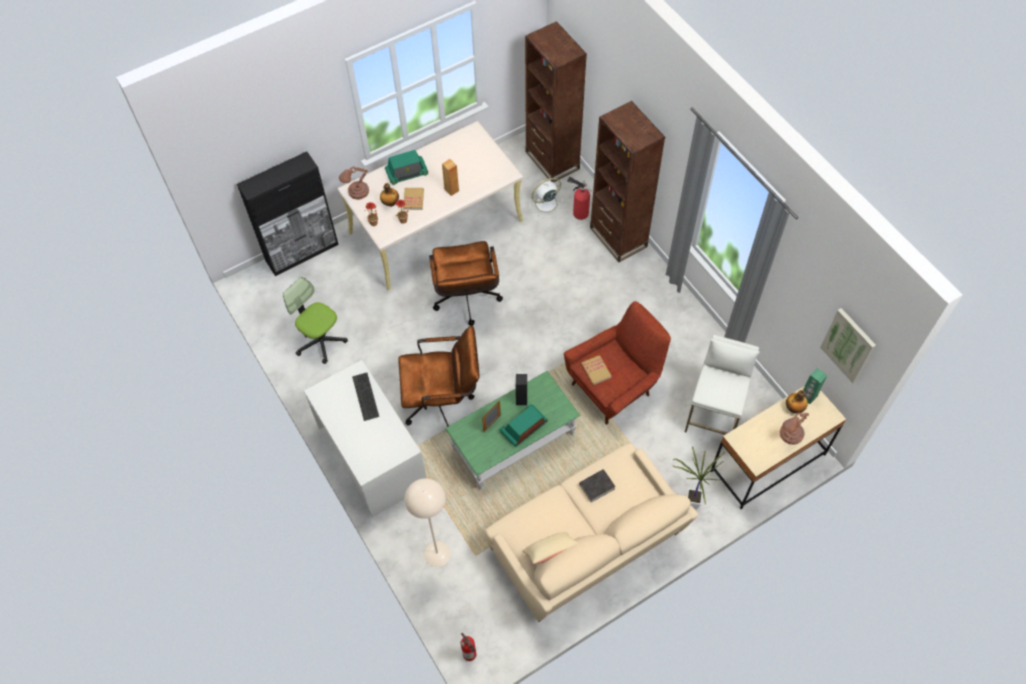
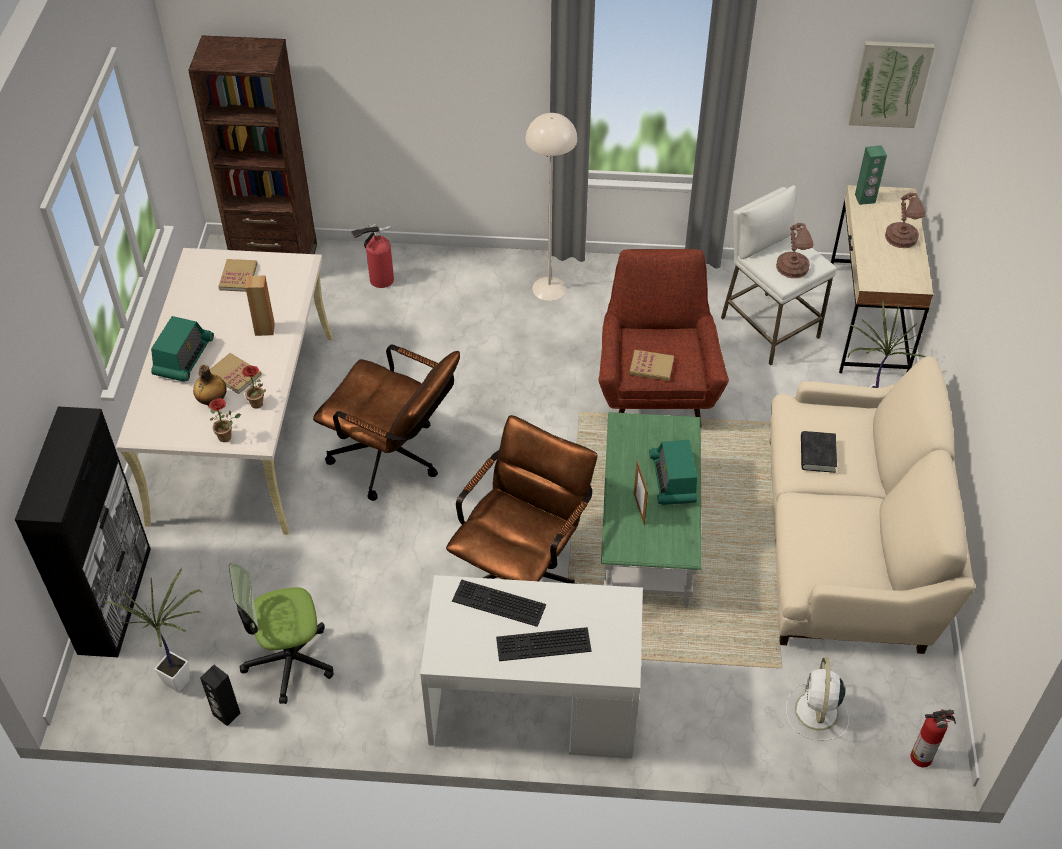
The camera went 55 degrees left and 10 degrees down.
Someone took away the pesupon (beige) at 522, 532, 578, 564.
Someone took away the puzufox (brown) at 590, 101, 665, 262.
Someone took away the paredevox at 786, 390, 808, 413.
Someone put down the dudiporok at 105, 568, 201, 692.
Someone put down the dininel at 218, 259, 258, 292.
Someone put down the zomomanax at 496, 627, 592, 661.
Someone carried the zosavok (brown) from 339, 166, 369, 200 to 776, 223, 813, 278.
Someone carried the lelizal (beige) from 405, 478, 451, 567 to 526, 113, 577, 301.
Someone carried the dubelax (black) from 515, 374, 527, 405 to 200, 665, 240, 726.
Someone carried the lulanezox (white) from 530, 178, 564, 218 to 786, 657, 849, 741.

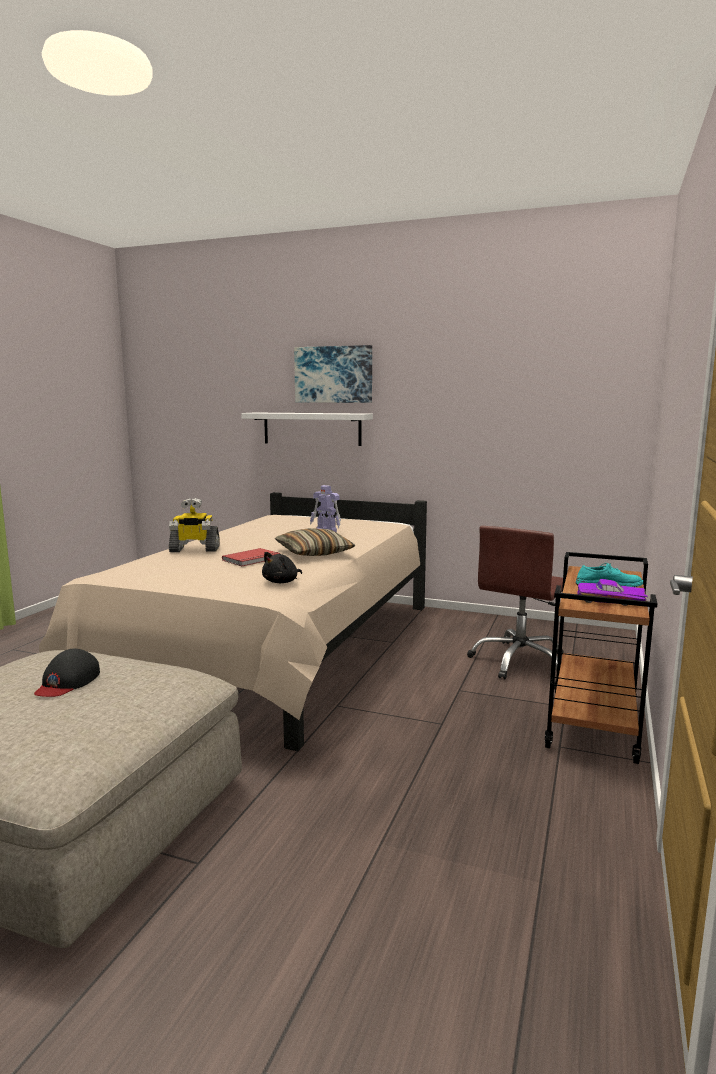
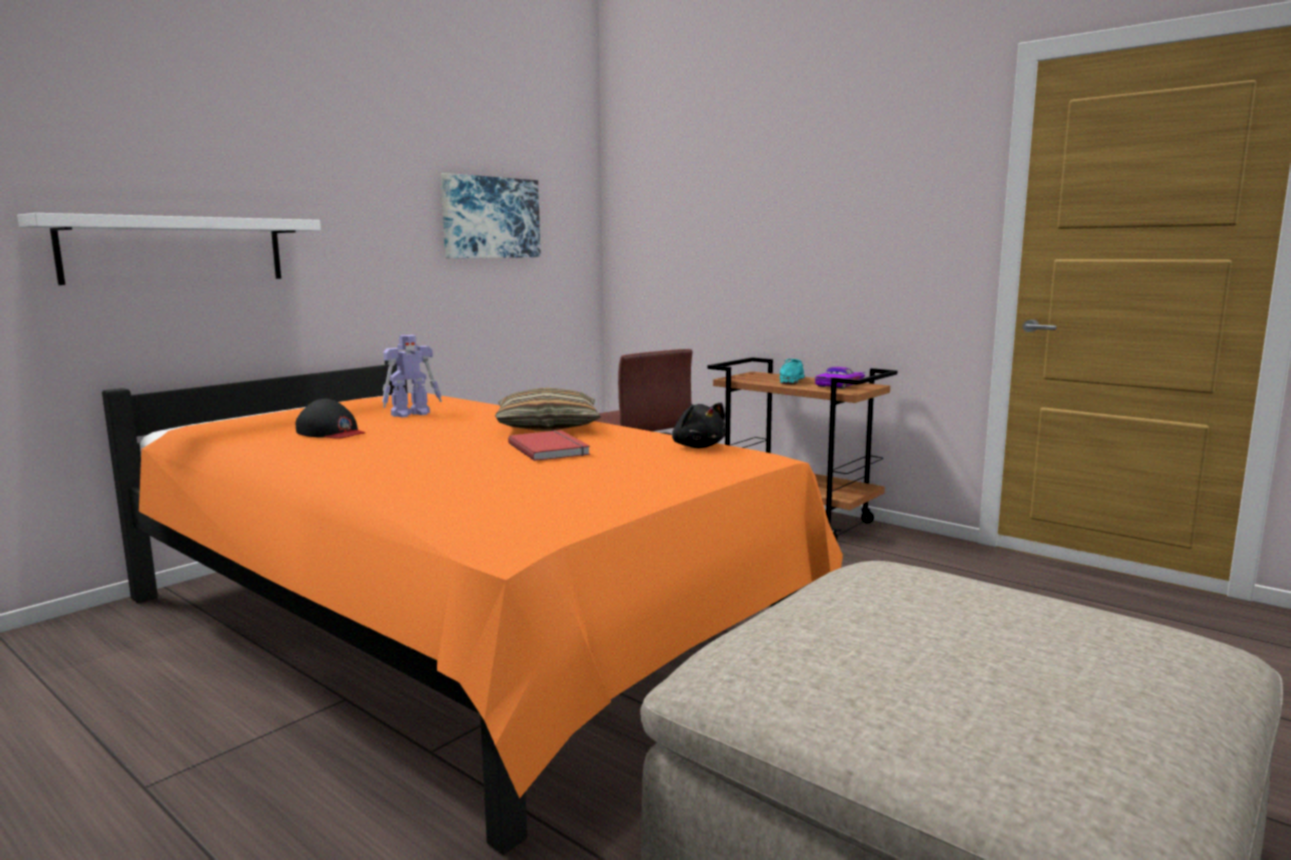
The camera went 70 degrees left and 0 degrees up.
Someone took away the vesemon at 169, 498, 220, 552.
Someone carried the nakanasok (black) from 34, 649, 100, 697 to 296, 399, 365, 439.
Someone carried the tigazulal from 294, 345, 372, 403 to 441, 173, 541, 258.
Someone repainted the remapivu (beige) at 39, 492, 427, 751, which became the remapivu (orange) at 102, 360, 843, 855.

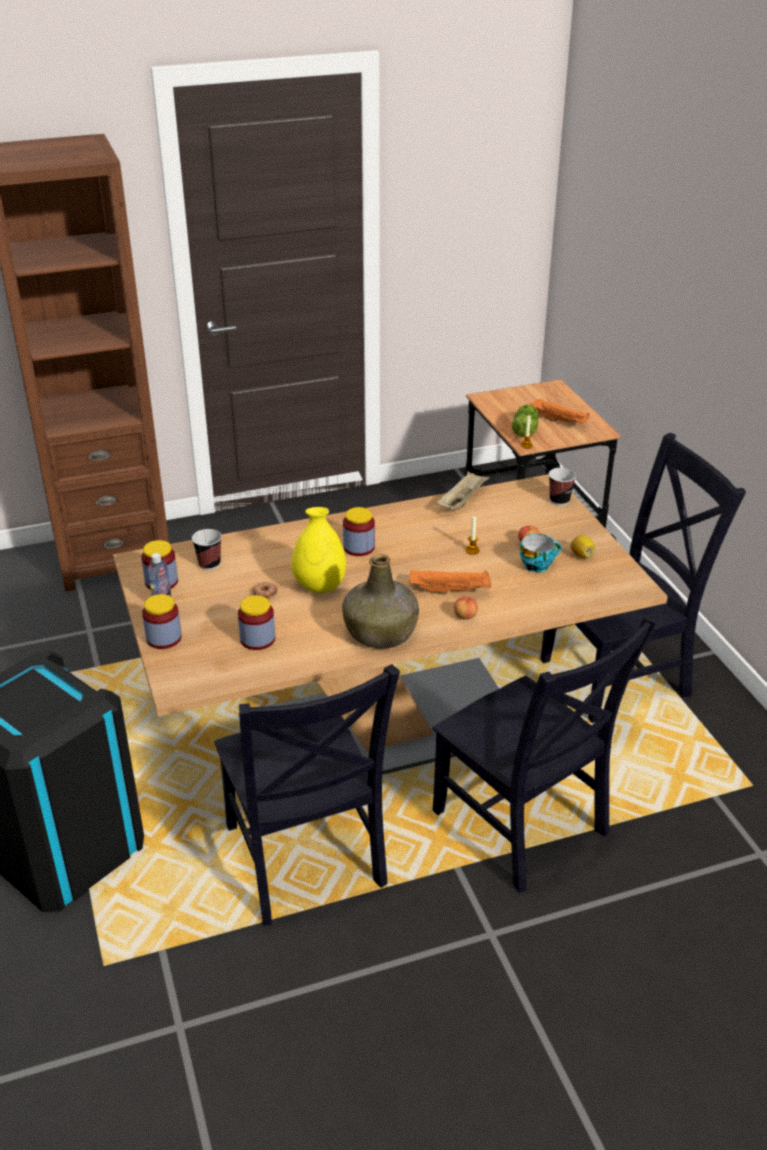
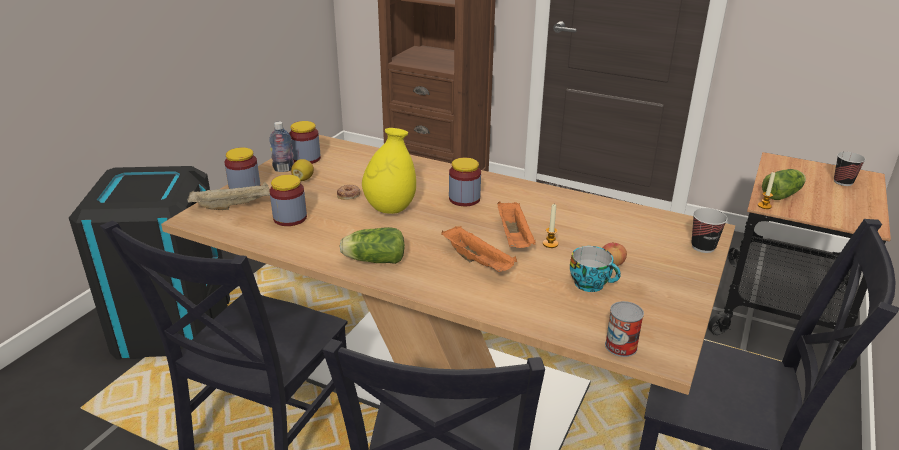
The camera went 45 degrees right and 5 degrees down.
Someone took away the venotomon at 454, 597, 478, 620.
Someone put down the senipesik at 605, 301, 644, 357.
Someone carried the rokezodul from 192, 529, 222, 570 to 834, 152, 866, 186.
Someone carried the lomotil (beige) from 436, 471, 490, 510 to 187, 182, 270, 210.
Someone carried the lomotil (orange) from 530, 399, 590, 423 to 497, 201, 536, 248.
Someone carried the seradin from 570, 535, 595, 558 to 291, 159, 314, 181.
Someone swapped the paredevox (green) at 342, 554, 419, 649 for the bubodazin at 340, 227, 405, 264.

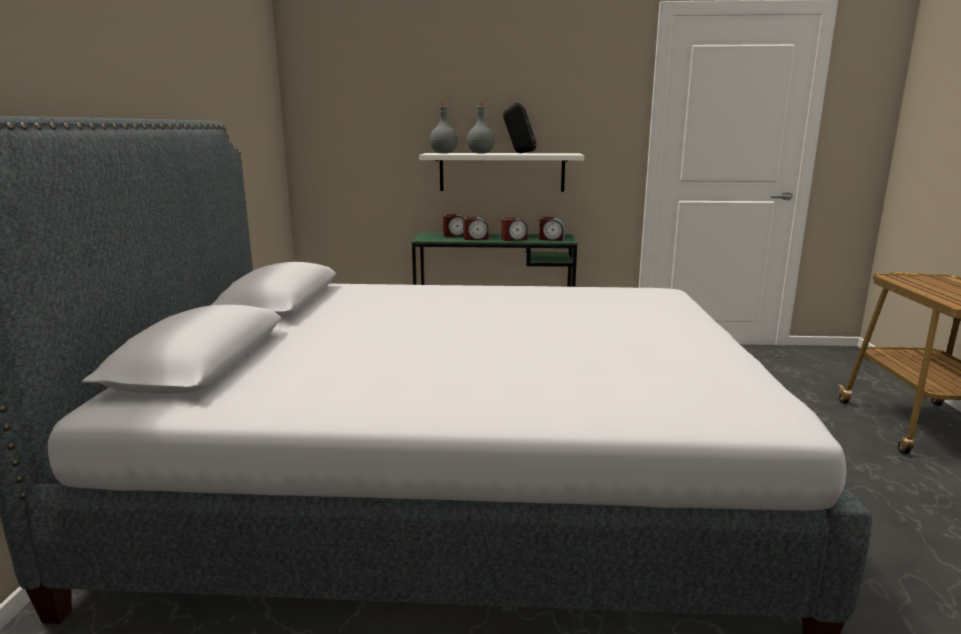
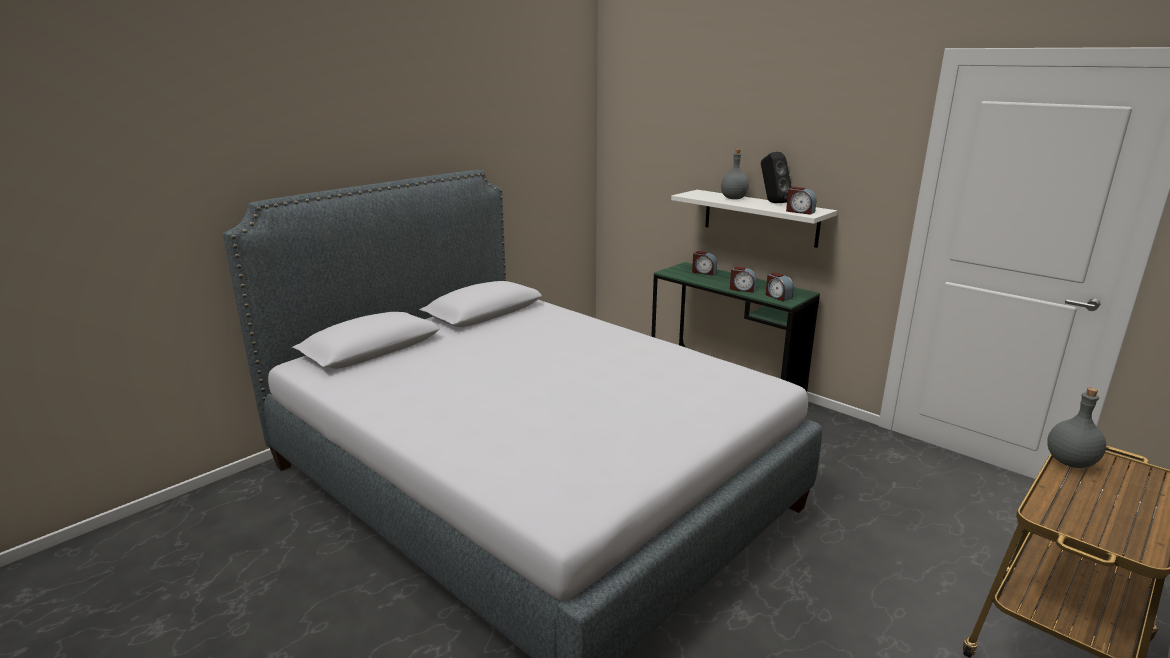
The camera went 40 degrees right and 5 degrees up.
Someone carried the paredevox (grey) from 430, 103, 458, 153 to 1047, 388, 1106, 468.
Someone carried the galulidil from 464, 217, 488, 240 to 786, 187, 817, 215.

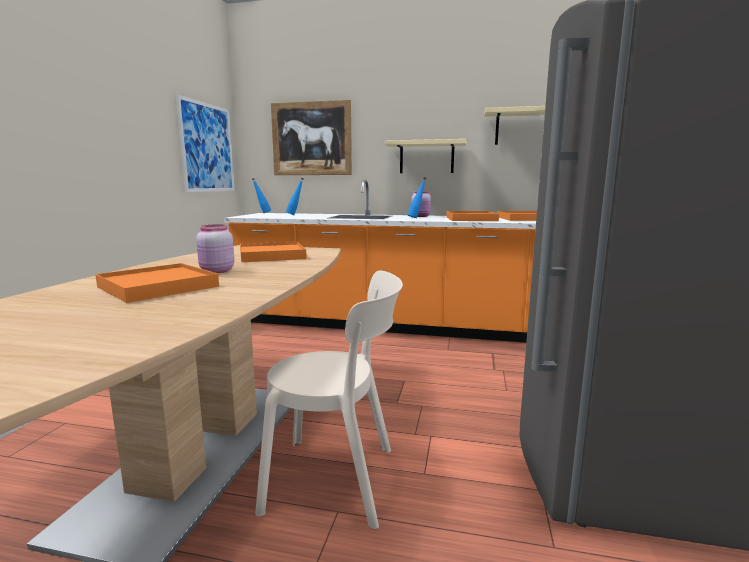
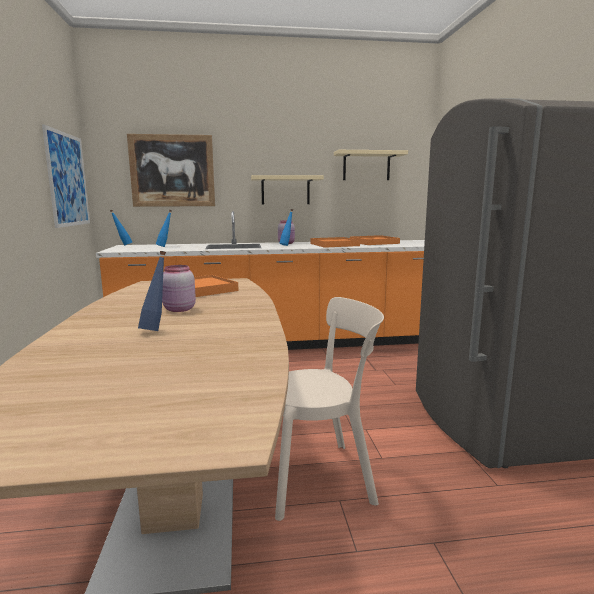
The camera went 20 degrees left and 0 degrees up.
Someone swapped the lomotil (orange) at 95, 263, 219, 303 for the paredevox (blue) at 138, 251, 166, 331.

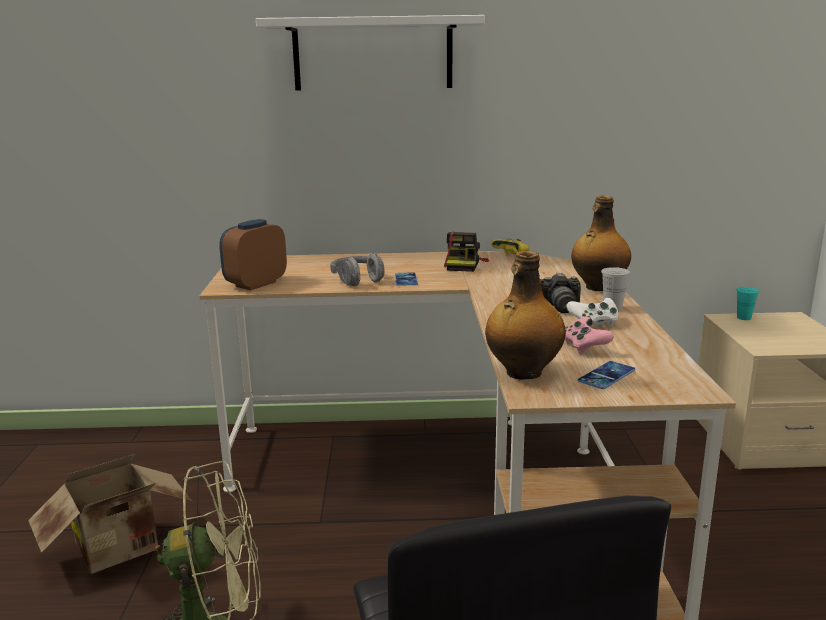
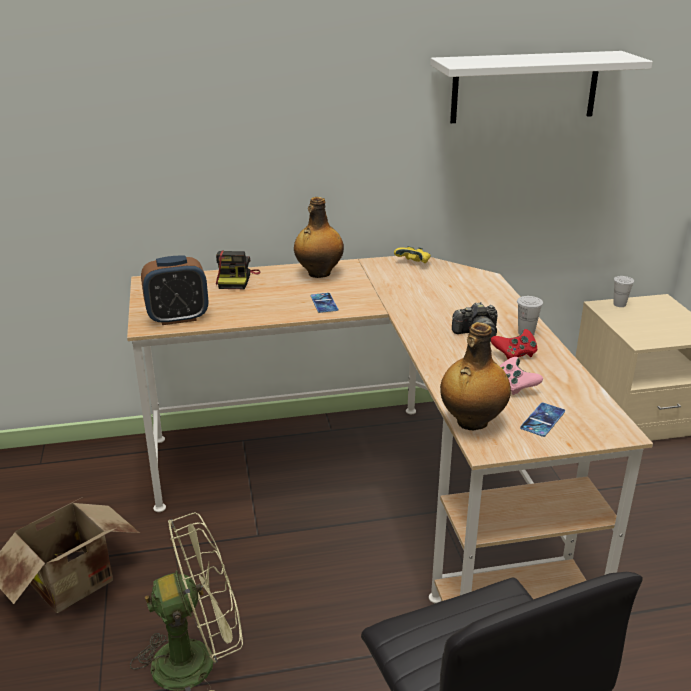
The camera went 10 degrees left and 10 degrees up.
Someone took away the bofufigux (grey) at 330, 253, 385, 286.
Someone carried the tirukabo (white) from 256, 15, 485, 91 to 430, 51, 653, 123.
Someone carried the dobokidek from 444, 231, 489, 272 to 216, 250, 261, 289.
Someone carried the paredevox from 571, 196, 631, 291 to 294, 197, 344, 278.
Someone repainted the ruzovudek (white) at 567, 298, 618, 326, which became the ruzovudek (red) at 491, 329, 537, 359.
Someone repainted the rokezodul (turquoise) at 736, 287, 759, 320, which became the rokezodul (white) at 613, 276, 634, 307.
Someone rotated the galulidil at 219, 219, 287, 291 by 135 degrees counterclockwise.

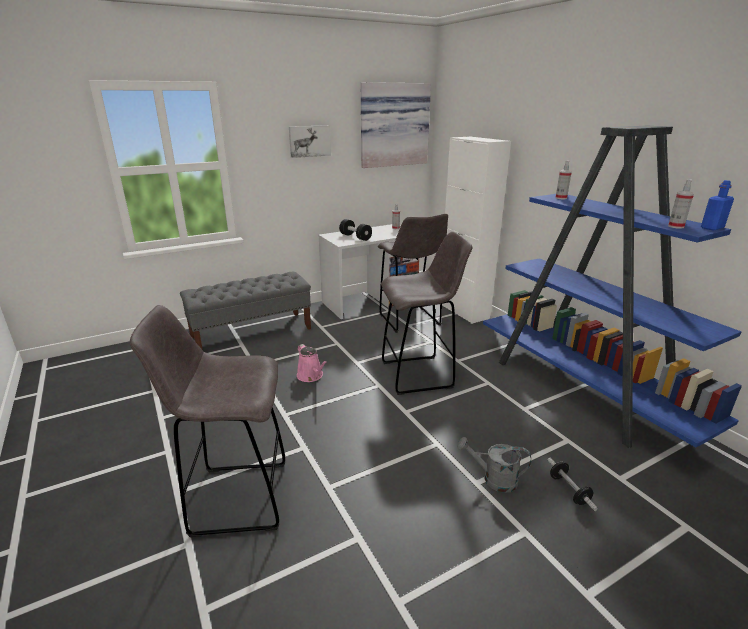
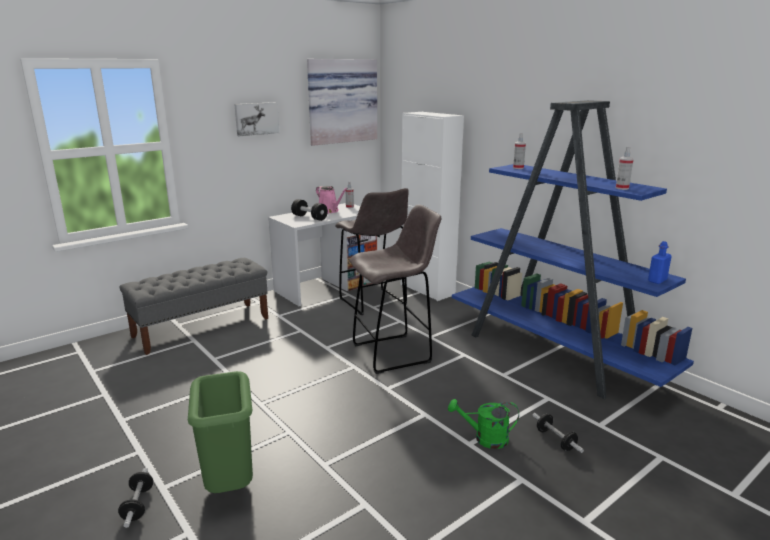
The camera went 10 degrees left and 5 degrees down.
Someone put down the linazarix at 118, 468, 153, 528.
Someone carried the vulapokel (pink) from 297, 344, 327, 382 to 316, 186, 348, 213.
Someone carried the paredevox (blue) from 701, 180, 734, 231 to 648, 241, 672, 284.
Someone swapped the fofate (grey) at 130, 305, 285, 537 for the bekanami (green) at 188, 371, 253, 493.
Someone repainted the vulapokel (grey) at 457, 437, 531, 493, which became the vulapokel (green) at 448, 399, 519, 449.

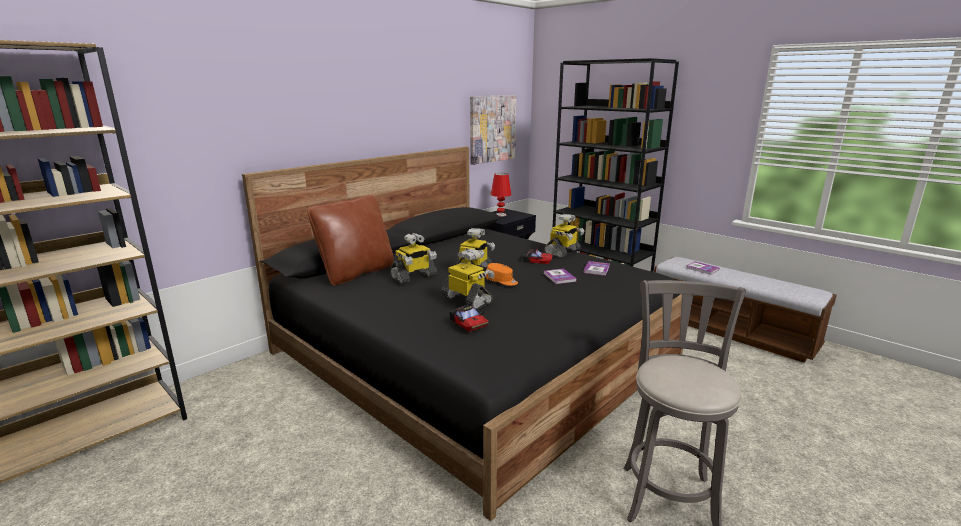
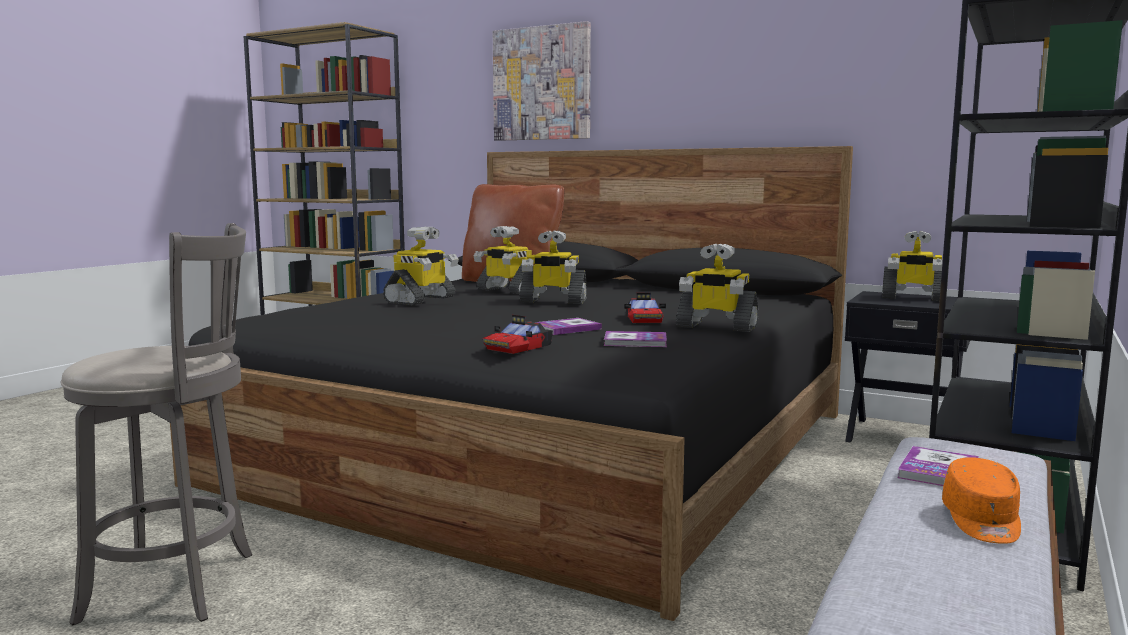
The camera went 75 degrees right and 10 degrees down.
Someone carried the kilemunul from 449, 305, 489, 332 to 483, 315, 553, 354.
Someone carried the tigazulal from 470, 95, 517, 165 to 493, 21, 591, 141.
Someone carried the nakanasok (orange) from 486, 263, 518, 286 to 942, 457, 1021, 544.
Someone swapped the zosavok (red) at 491, 173, 511, 217 for the vesemon at 882, 231, 947, 301.

